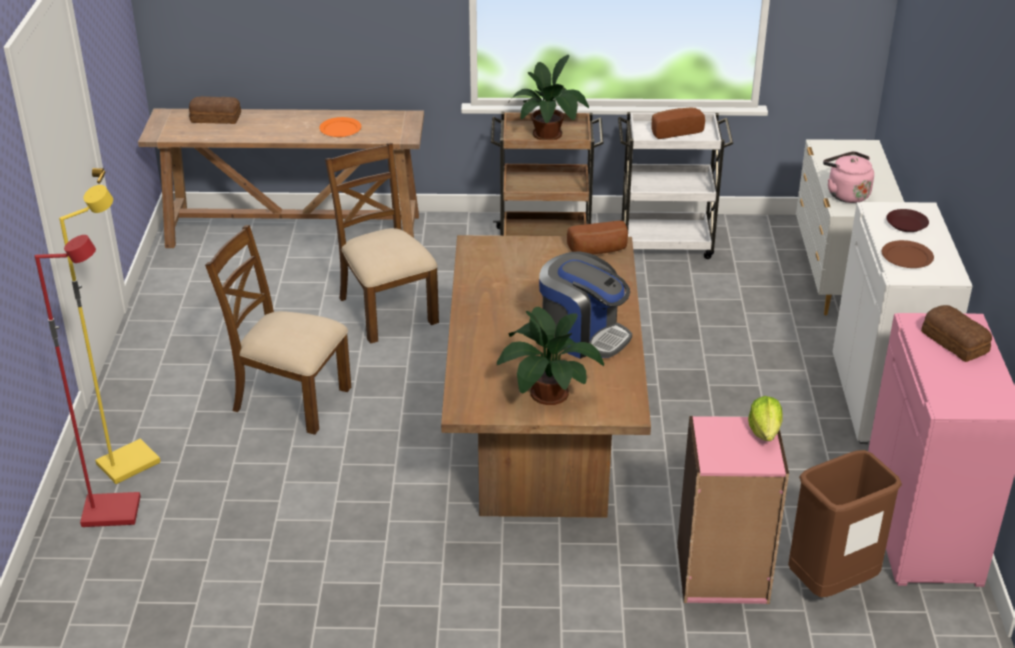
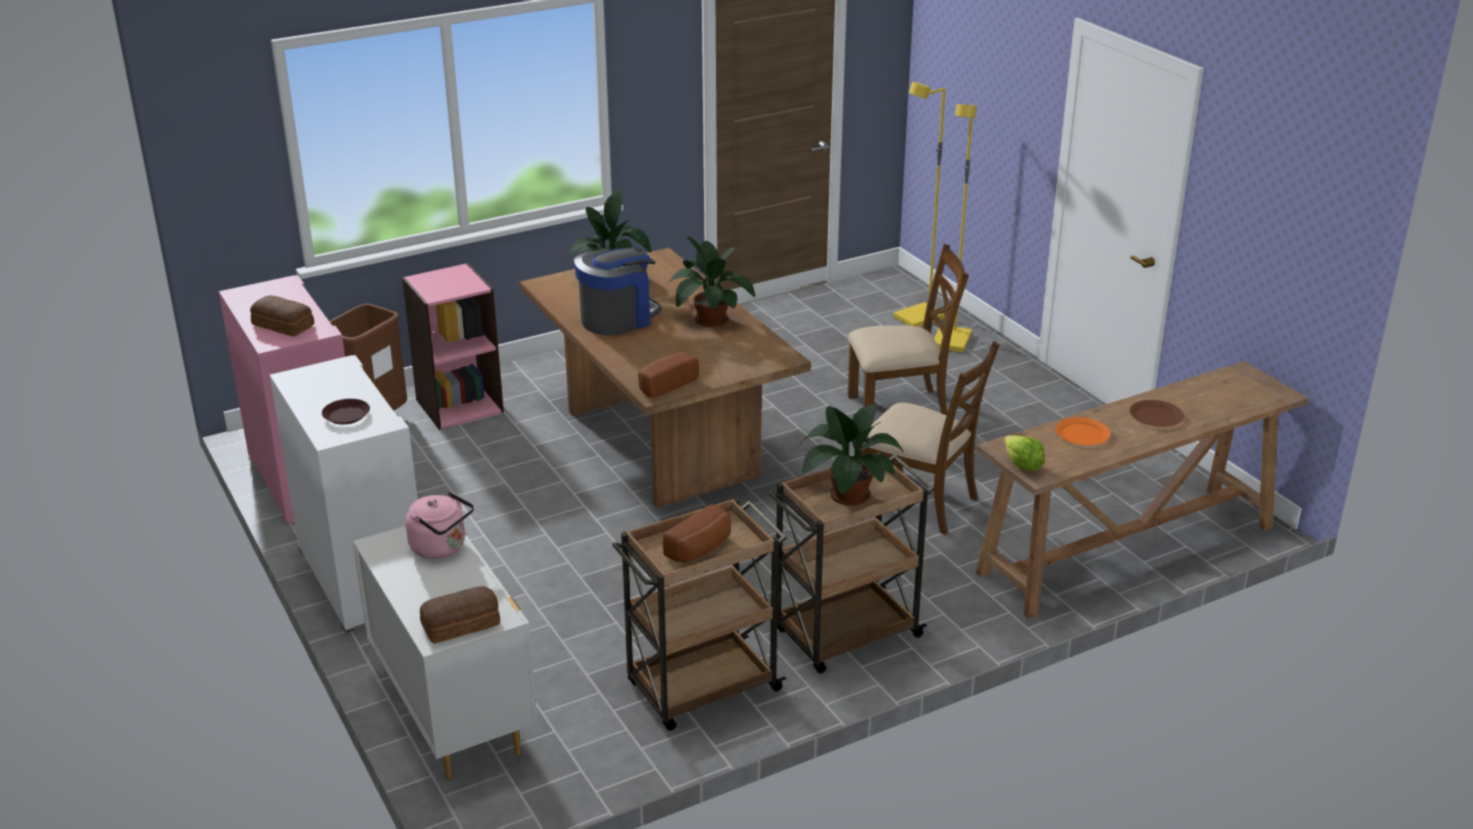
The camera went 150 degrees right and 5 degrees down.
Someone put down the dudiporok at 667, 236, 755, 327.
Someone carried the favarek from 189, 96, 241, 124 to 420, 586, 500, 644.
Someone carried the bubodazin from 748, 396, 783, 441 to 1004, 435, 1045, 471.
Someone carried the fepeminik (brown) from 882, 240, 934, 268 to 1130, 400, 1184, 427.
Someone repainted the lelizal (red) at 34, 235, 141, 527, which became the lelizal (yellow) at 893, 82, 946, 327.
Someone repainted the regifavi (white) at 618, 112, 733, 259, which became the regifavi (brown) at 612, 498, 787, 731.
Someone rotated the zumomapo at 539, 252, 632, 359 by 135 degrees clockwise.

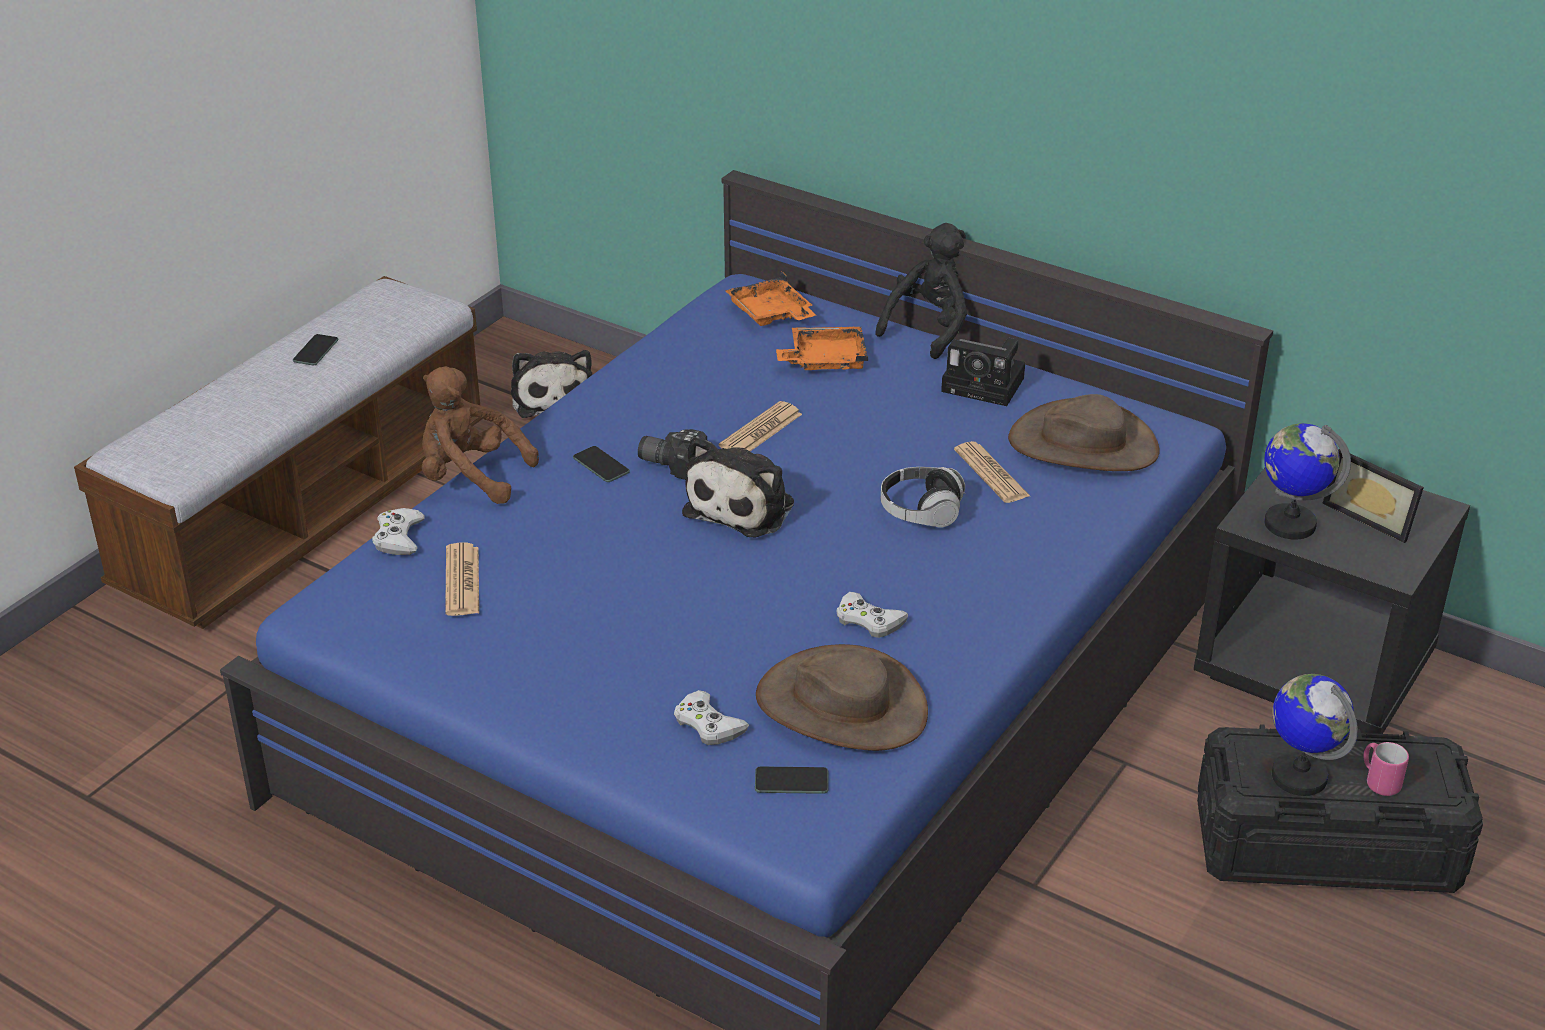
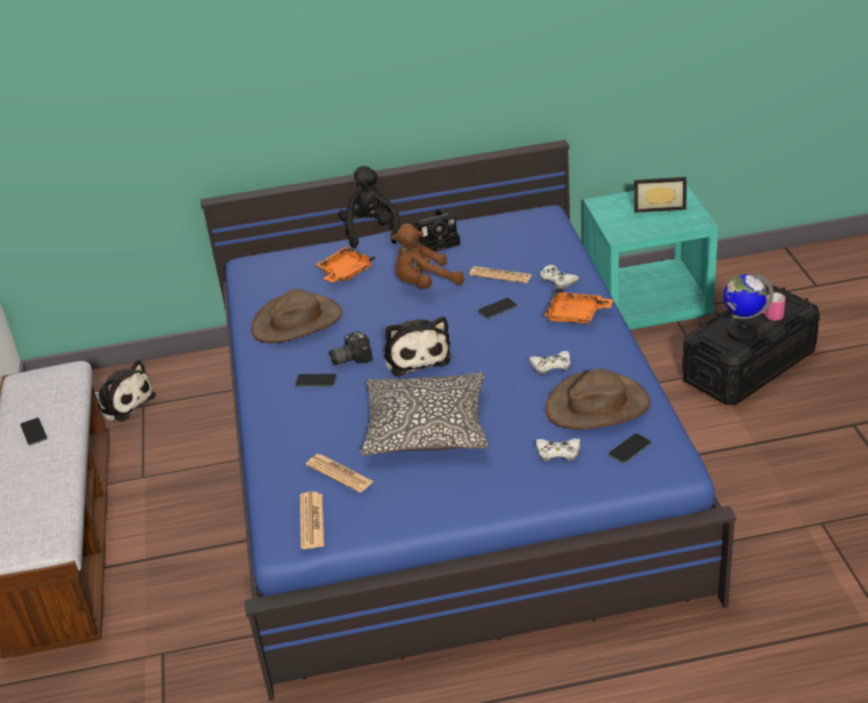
The camera went 40 degrees left and 0 degrees up.
Someone took away the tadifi at 1264, 423, 1351, 539.
Someone put down the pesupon at 360, 372, 488, 455.
Someone carried the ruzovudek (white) from 372, 508, 425, 555 to 540, 265, 580, 288.
Someone carried the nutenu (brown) from 422, 366, 539, 504 to 391, 224, 464, 289.
Someone carried the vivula from 719, 401, 802, 451 to 300, 492, 324, 549.
Someone carried the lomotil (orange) from 725, 272, 816, 326 to 544, 288, 613, 324.
Someone carried the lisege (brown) from 1008, 394, 1159, 471 to 251, 289, 342, 343.
Someone swapped the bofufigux at 881, 467, 965, 528 for the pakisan at 478, 298, 517, 319.
Someone repainted the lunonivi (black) at 1194, 468, 1470, 734, which became the lunonivi (turquoise) at 583, 185, 719, 330.

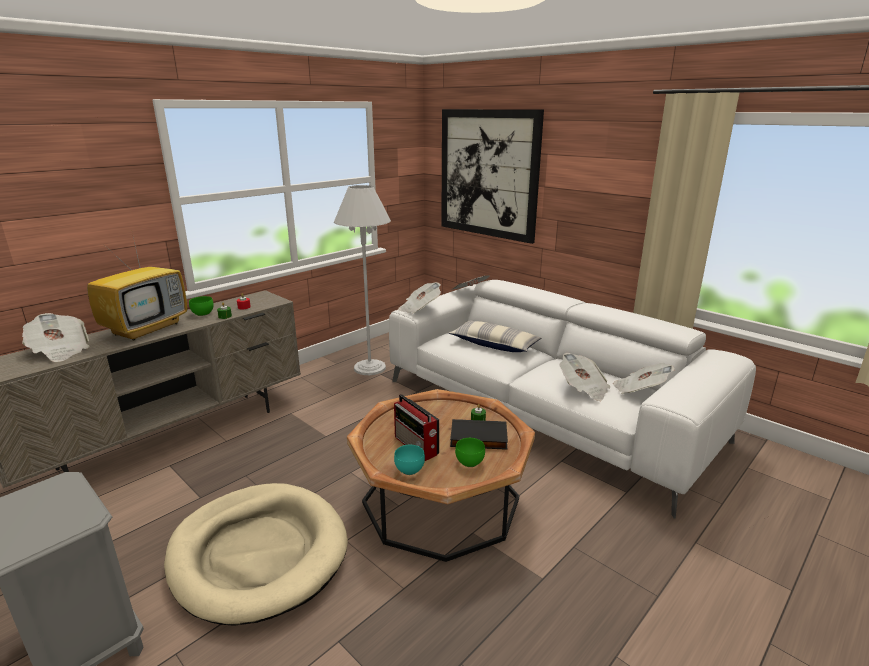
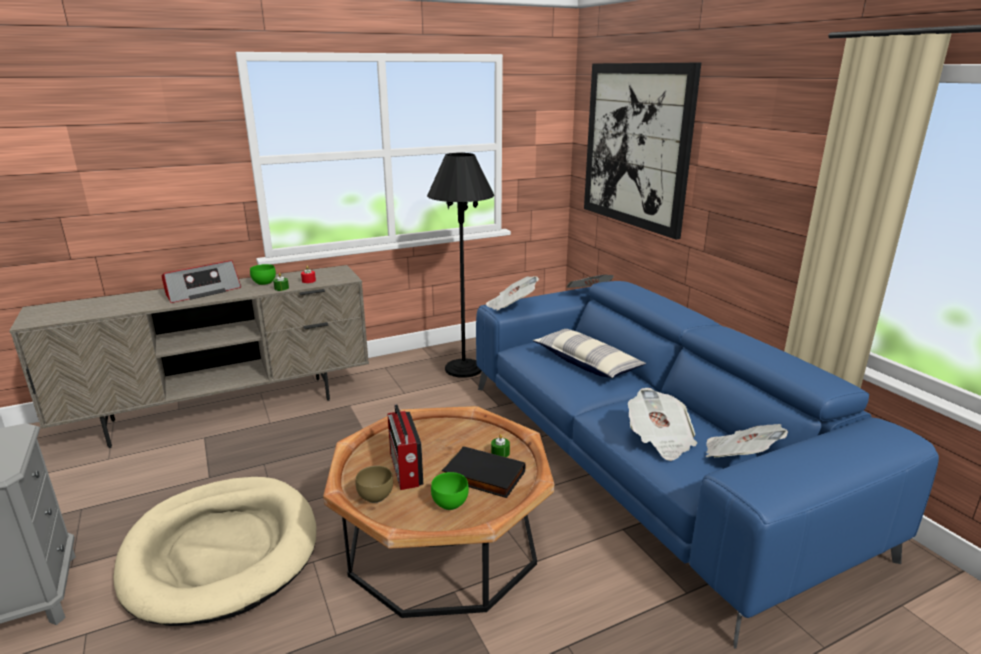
The camera went 20 degrees right and 0 degrees up.
Someone took away the vivula at 22, 313, 89, 362.
Someone swapped the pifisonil at 87, 228, 187, 341 for the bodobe at 161, 260, 241, 303.
Someone repainted the lelizal (white) at 334, 185, 391, 375, which became the lelizal (black) at 427, 153, 494, 378.
Someone repainted the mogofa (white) at 389, 280, 756, 519, which became the mogofa (blue) at 476, 281, 939, 649.
Someone repainted the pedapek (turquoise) at 394, 445, 425, 475, which became the pedapek (brown) at 356, 466, 393, 503.

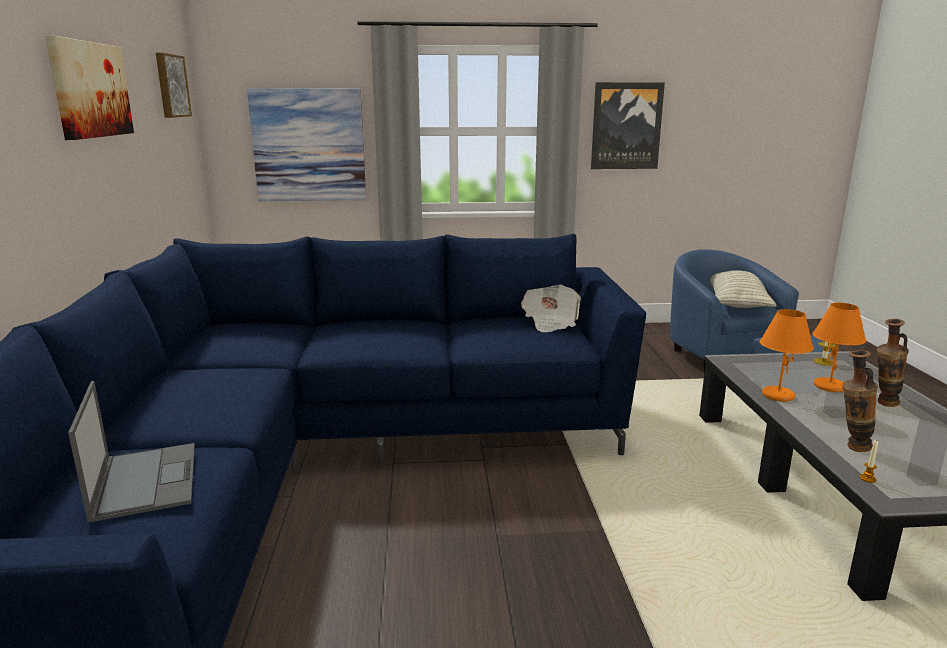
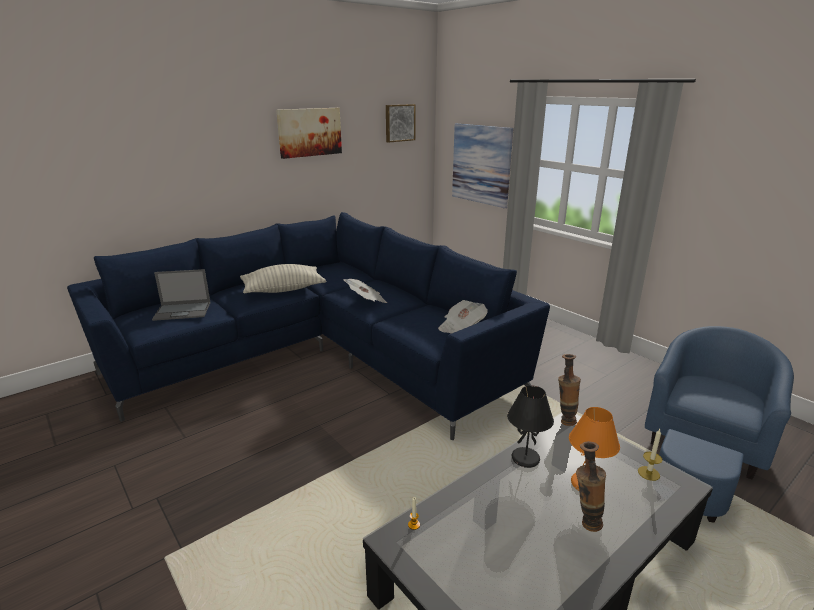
The camera went 55 degrees right and 5 degrees up.
Someone took away the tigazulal at 591, 82, 665, 169.
Someone put down the vivula at 343, 279, 387, 303.
Someone carried the pesupon from 710, 270, 777, 308 to 240, 264, 327, 293.
Someone carried the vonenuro from 842, 350, 878, 452 to 558, 354, 581, 426.
Someone repainted the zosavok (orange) at 760, 309, 814, 402, which became the zosavok (black) at 507, 385, 554, 468.
Someone rotated the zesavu at 68, 381, 195, 523 by 45 degrees clockwise.

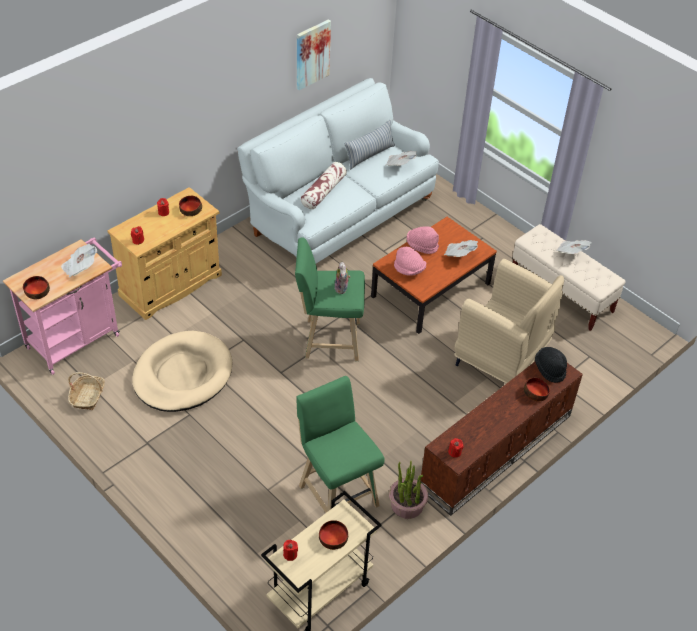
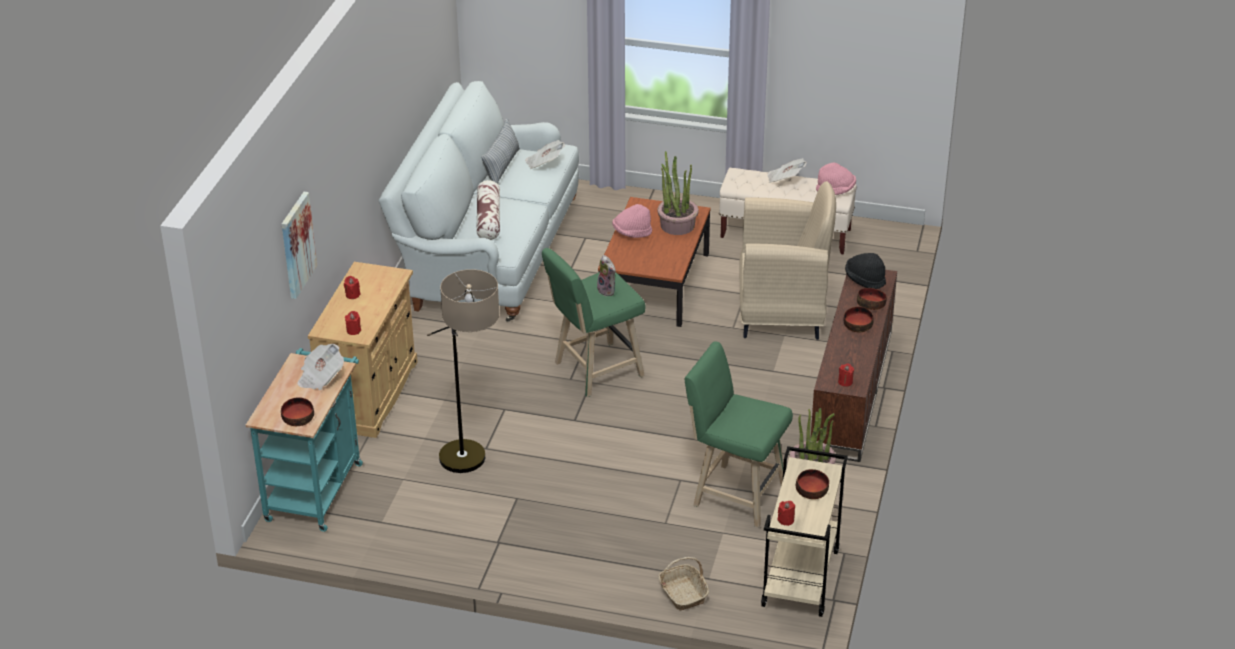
The camera went 30 degrees left and 10 degrees down.
Someone carried the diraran from 68, 372, 105, 410 to 658, 557, 709, 611.
Someone carried the pedapek from 179, 196, 202, 216 to 844, 307, 874, 332.
Someone carried the tigazulal from 297, 19, 331, 90 to 282, 192, 317, 299.
Someone carried the lisege (pink) from 394, 247, 426, 276 to 816, 162, 856, 195.
Someone swapped the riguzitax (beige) at 132, 331, 232, 412 for the lelizal at 427, 269, 500, 473.
Someone swapped the vivula at 444, 240, 478, 257 for the dudiporok at 657, 151, 699, 235.
Someone repainted the regifavi (pink) at 3, 238, 122, 375, which became the regifavi (turquoise) at 246, 348, 363, 532.

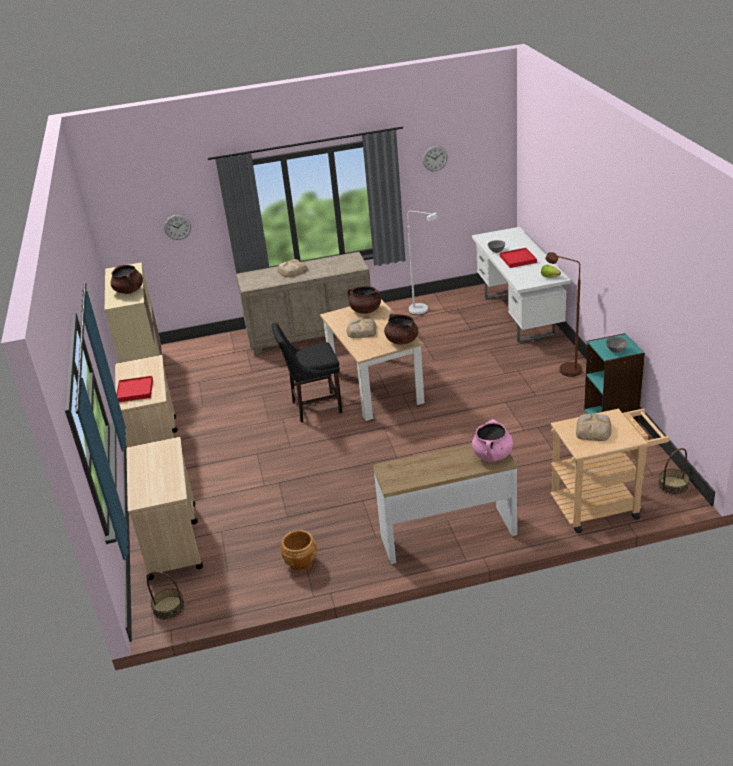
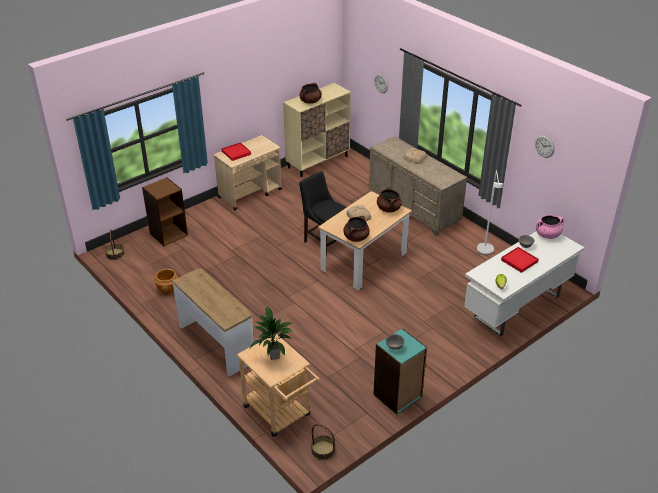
The camera went 60 degrees right and 5 degrees up.
Someone took away the lelizal (brown) at 545, 252, 582, 377.
Someone carried the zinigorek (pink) from 472, 419, 513, 462 to 536, 215, 564, 239.
Someone swapped the regifavi (beige) at 126, 437, 203, 580 for the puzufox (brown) at 142, 177, 188, 246.
Someone swapped the favarek at 576, 413, 612, 441 for the dudiporok at 249, 306, 294, 360.

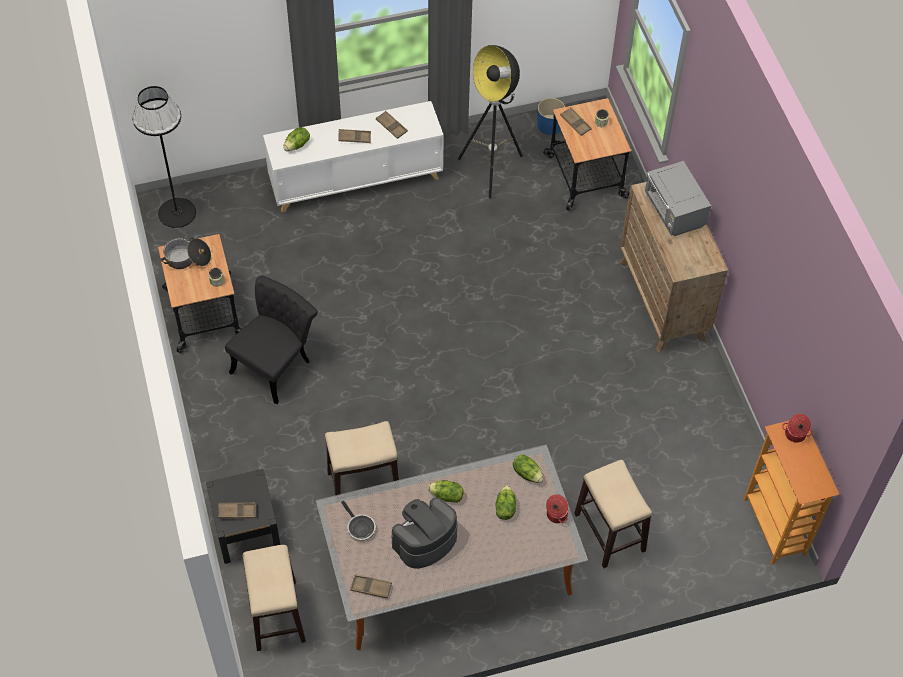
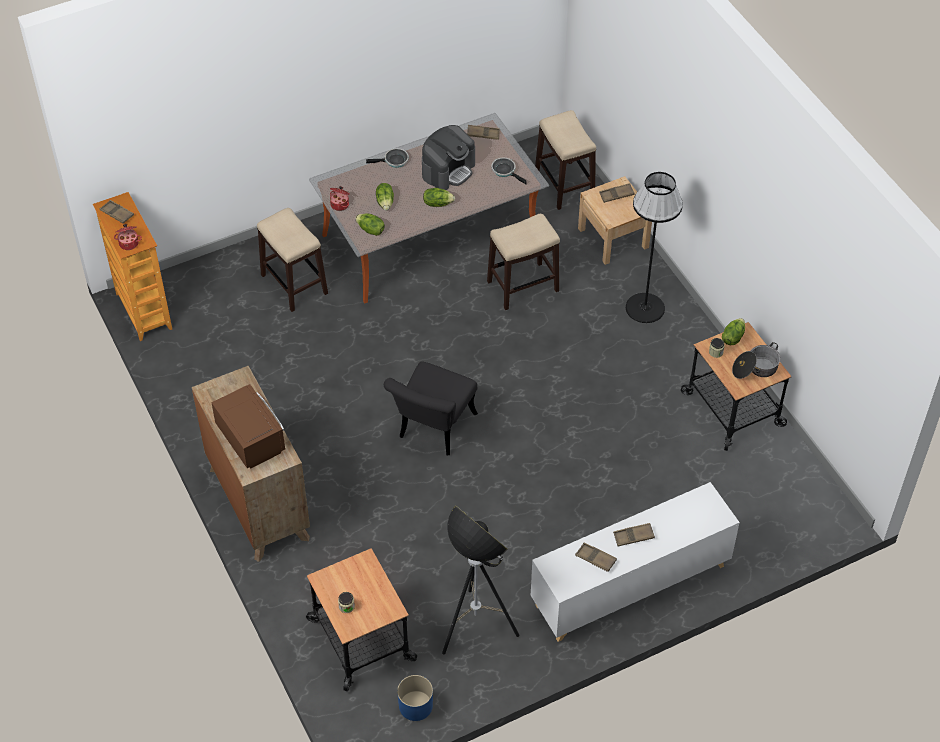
The camera went 170 degrees right and 5 degrees down.
Someone put down the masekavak at 366, 148, 409, 168.
Someone carried the lelizal (black) from 133, 86, 196, 228 to 626, 172, 683, 323.
Someone carried the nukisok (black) from 225, 276, 318, 404 to 384, 361, 478, 456.
Someone carried the bubodazin from 283, 127, 310, 151 to 722, 318, 745, 345.
Someone carried the lomotil (brown) from 560, 107, 592, 136 to 100, 200, 134, 224.
Someone repainted the lunonivi (black) at 206, 469, 280, 564, which became the lunonivi (beige) at 578, 176, 652, 265.
Someone repainted the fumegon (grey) at 645, 161, 711, 236, which became the fumegon (brown) at 211, 384, 285, 469.

